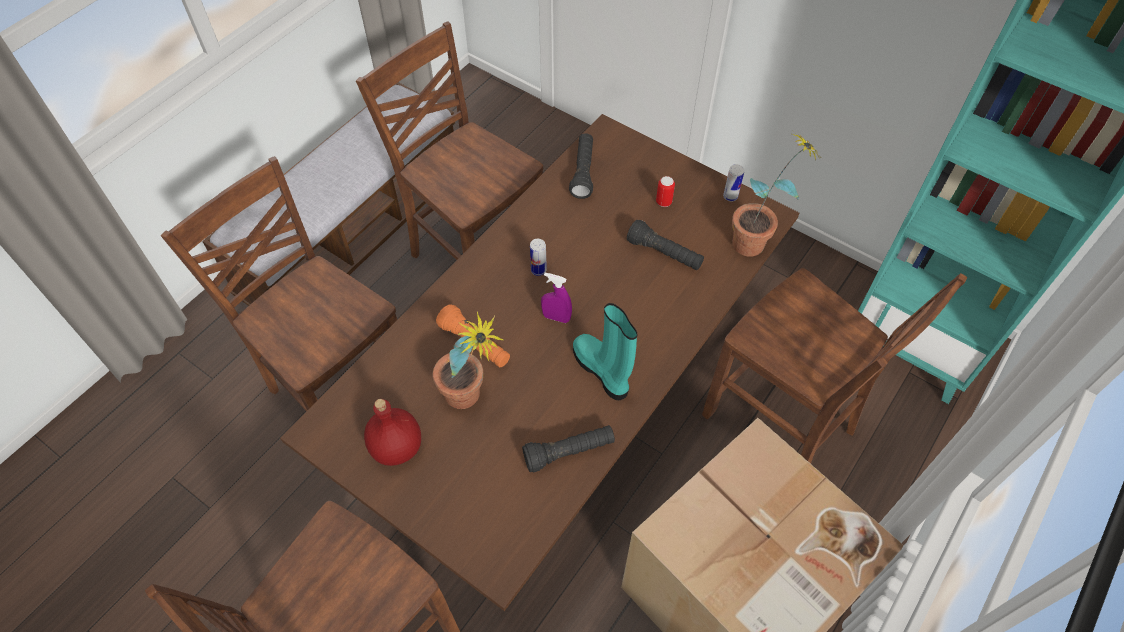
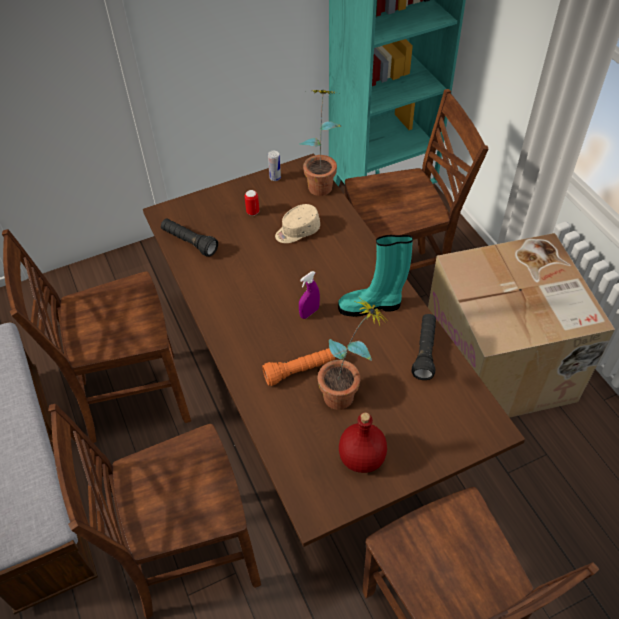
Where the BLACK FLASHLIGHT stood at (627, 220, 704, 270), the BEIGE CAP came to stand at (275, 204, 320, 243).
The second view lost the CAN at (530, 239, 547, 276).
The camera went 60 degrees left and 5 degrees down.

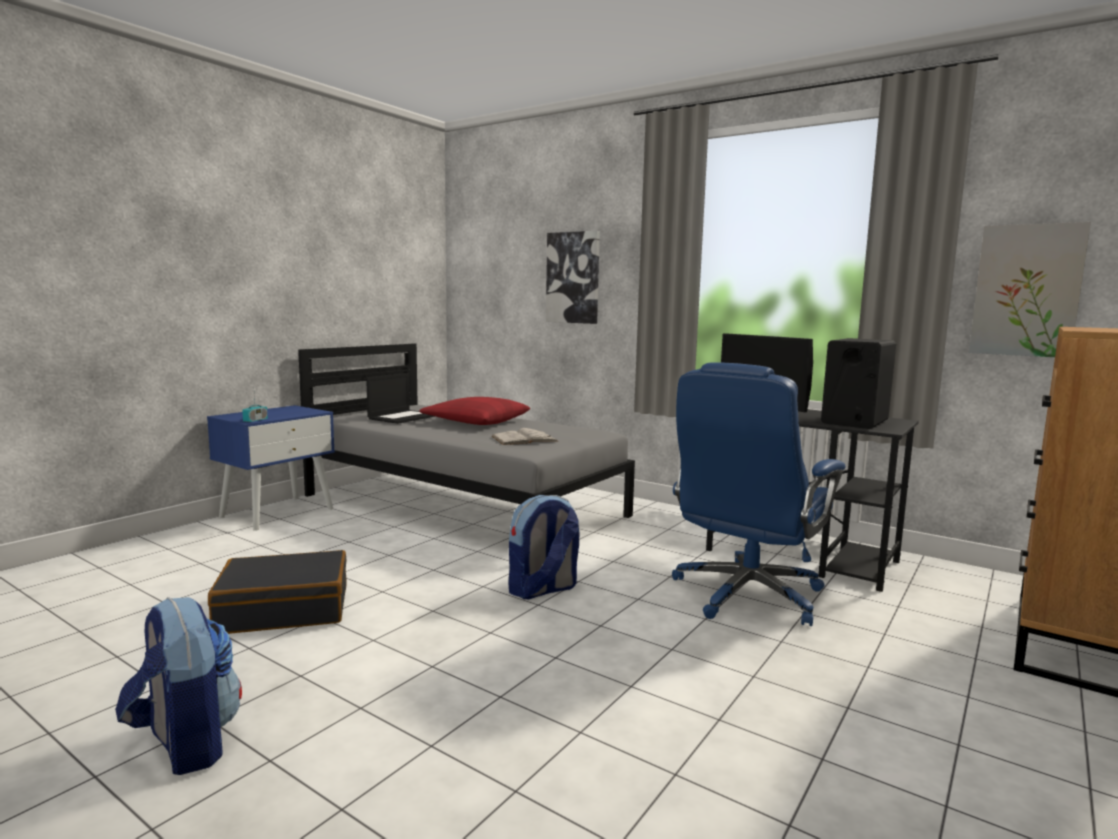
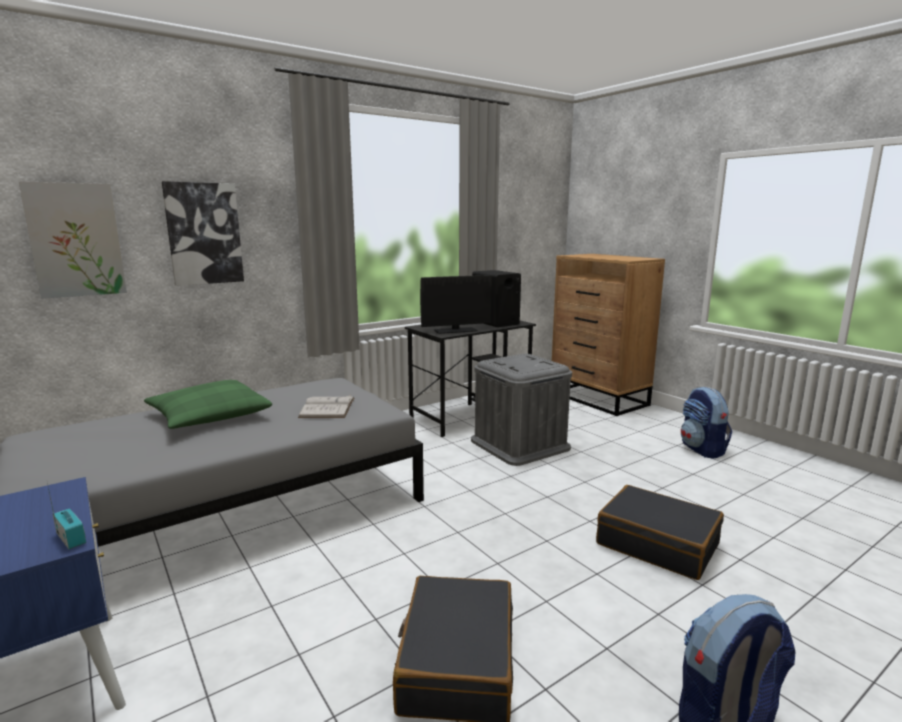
The PICTURE ended up elsewhere, having gone from (969, 222, 1091, 357) to (19, 181, 127, 299).
Where the BLUE OFFICE CHAIR stood at (672, 362, 846, 626), the GREY STORAGE BOX came to stand at (471, 354, 572, 466).
The second view lost the LAPTOP at (366, 373, 435, 424).
What was the RED PILLOW at (419, 397, 530, 425) turned into the GREEN PILLOW at (144, 380, 272, 429).
The BACKPACK ended up elsewhere, having gone from (508, 495, 579, 599) to (681, 387, 732, 459).
The second view gained the BLACK SUITCASE at (596, 485, 724, 580).
The camera went 70 degrees left and 5 degrees up.

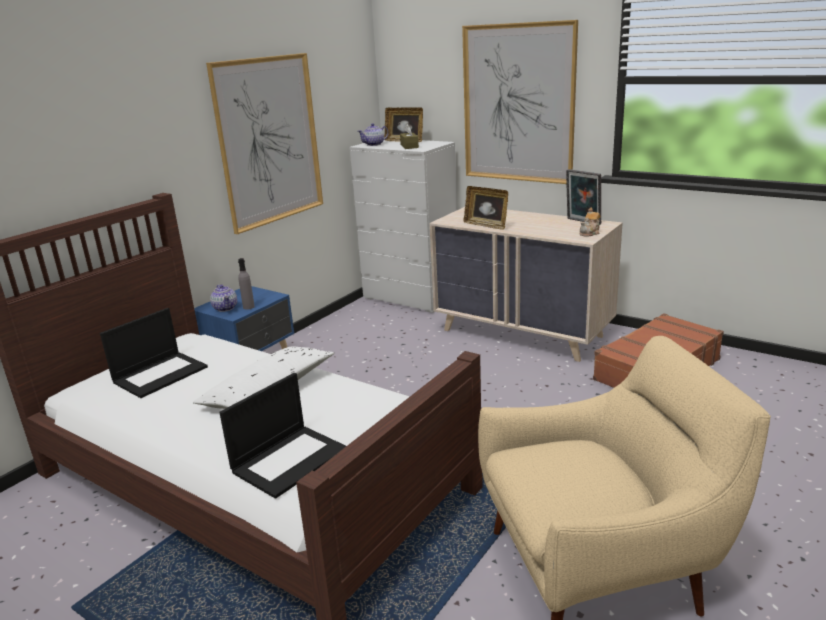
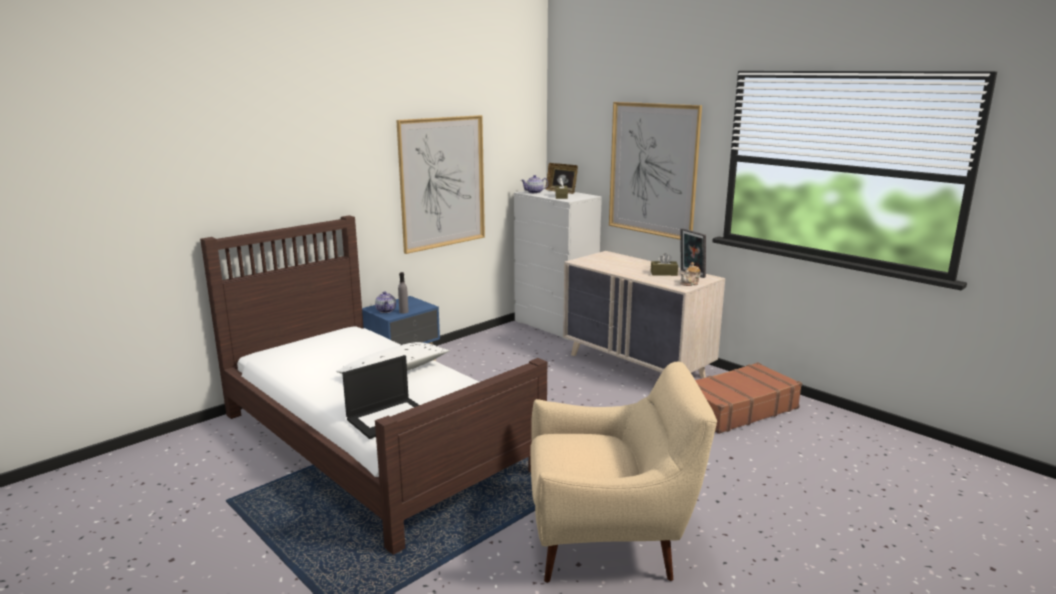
The second view lost the PICTURE FRAME at (464, 186, 508, 230).
The second view lost the LAPTOP at (100, 308, 208, 398).
The second view gained the BROWN TISSUE BOX at (651, 253, 678, 276).
The camera went 10 degrees right and 5 degrees down.

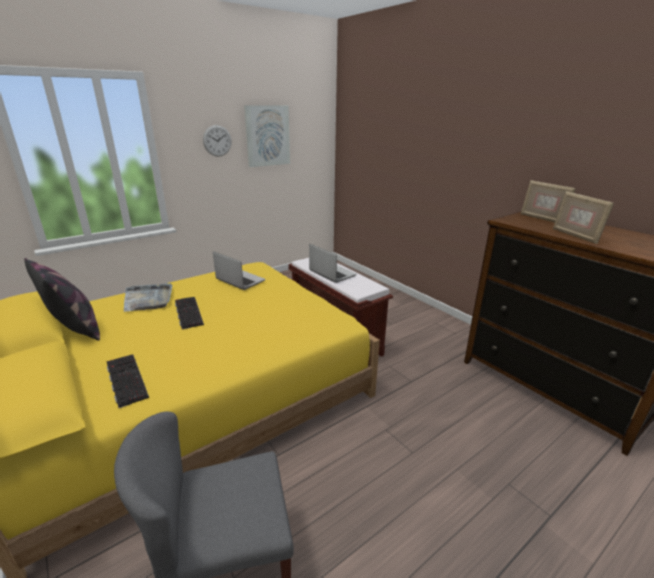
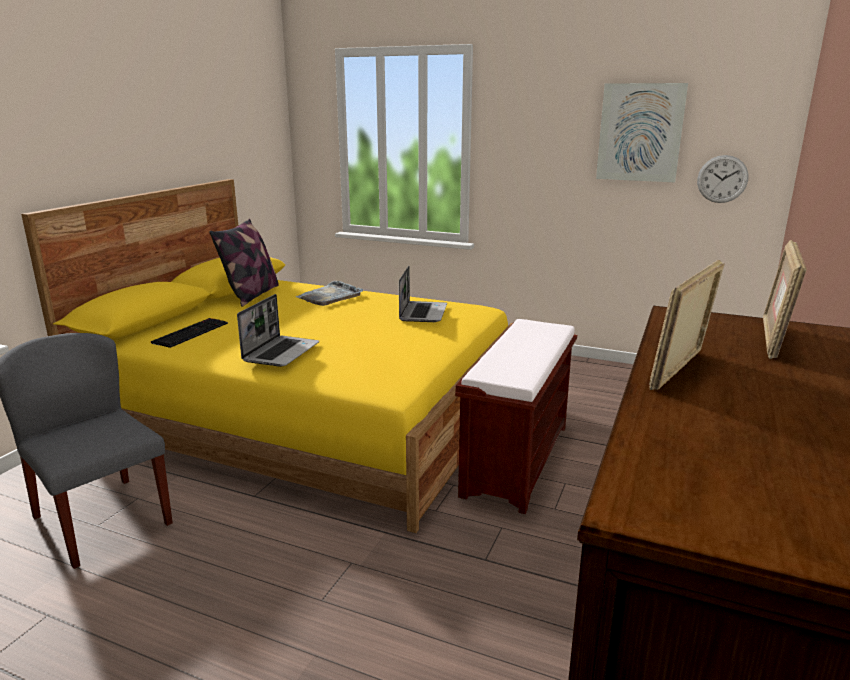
The WALL CLOCK ended up elsewhere, having gone from (203, 125, 231, 157) to (697, 155, 748, 203).
The LAPTOP ended up elsewhere, having gone from (309, 244, 357, 283) to (237, 294, 319, 367).
The second view lost the KEYBOARD at (175, 297, 204, 329).
The camera went 60 degrees right and 5 degrees down.

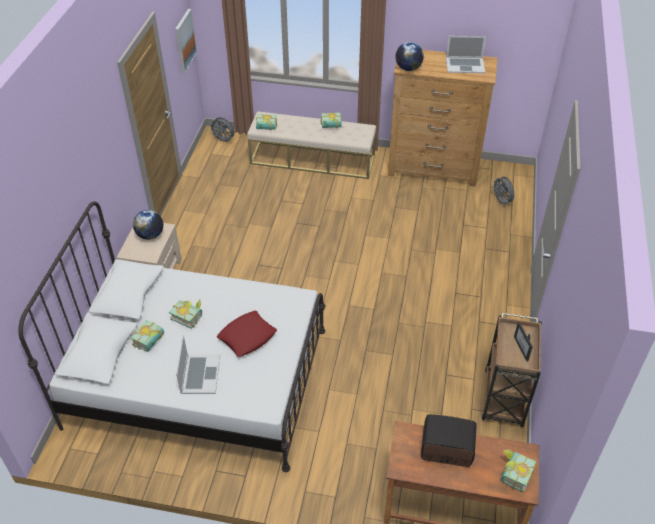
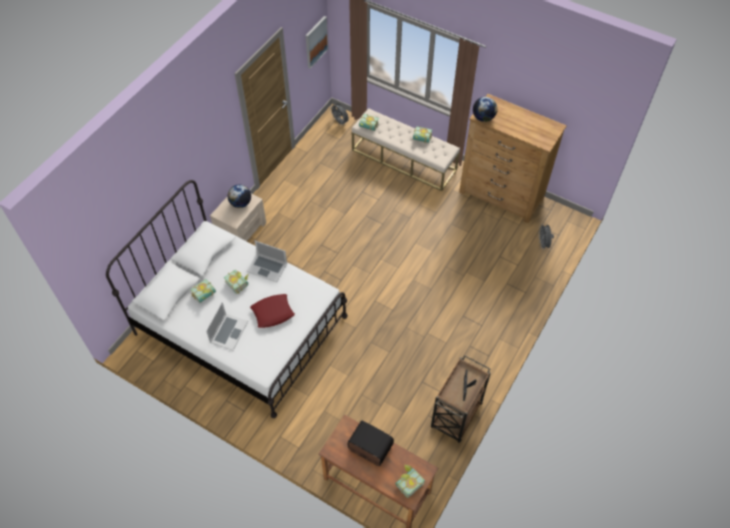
The LAPTOP ended up elsewhere, having gone from (446, 36, 486, 73) to (247, 241, 287, 282).
The camera went 20 degrees right and 10 degrees up.

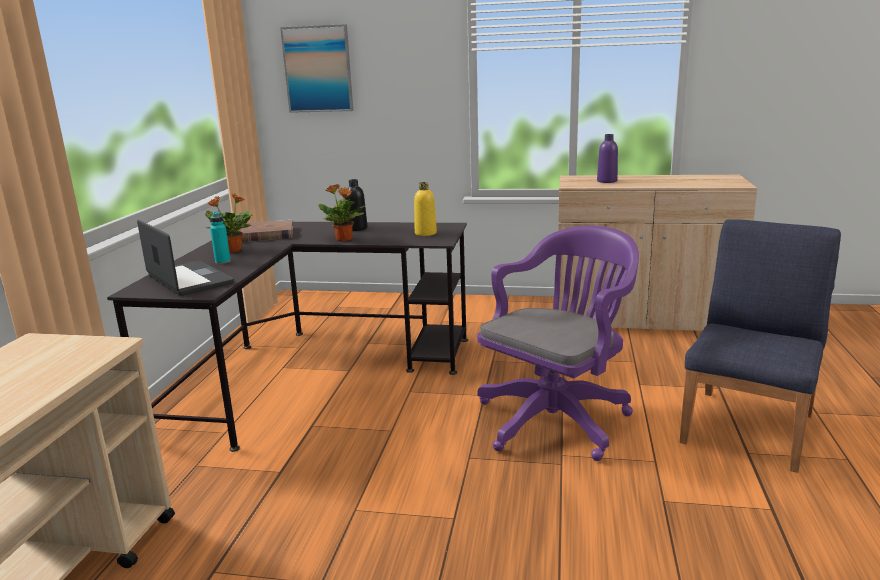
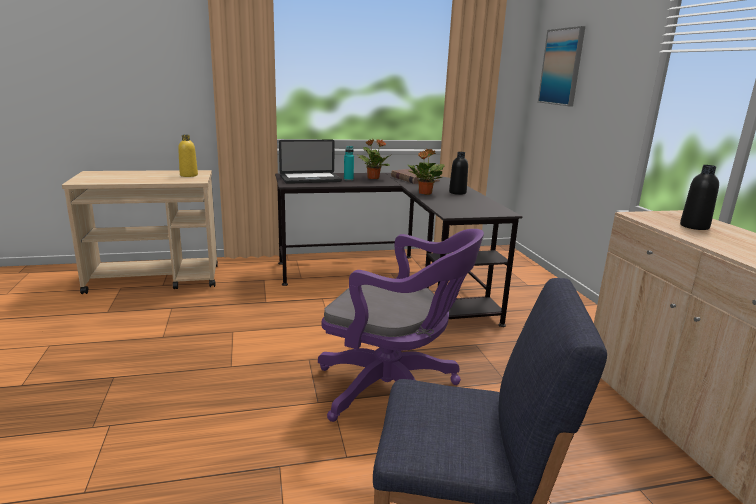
What was the PURPLE BOTTLE at (597, 134, 618, 183) turned into the BLACK BOTTLE at (680, 165, 719, 230).
The YELLOW BOTTLE ended up elsewhere, having gone from (414, 182, 437, 236) to (178, 135, 198, 177).
The LAPTOP at (137, 219, 234, 296) ended up facing another way, 45 degrees clockwise from before.
The camera went 65 degrees right and 0 degrees up.

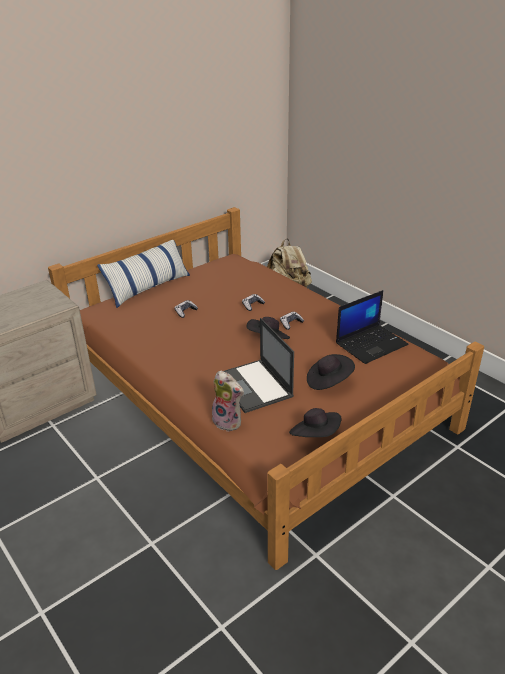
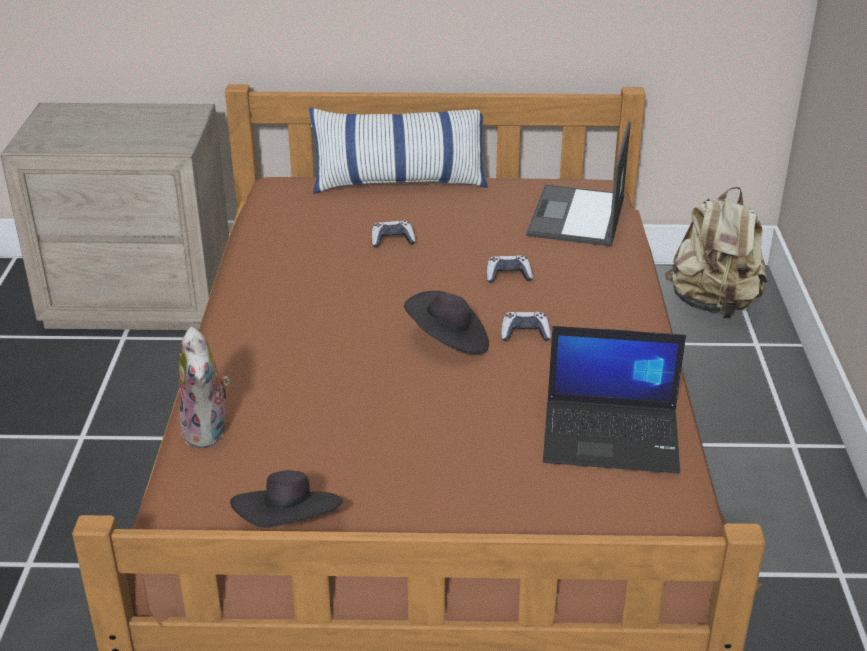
The LAPTOP ended up elsewhere, having gone from (224, 318, 294, 413) to (526, 120, 631, 246).
The second view lost the BLACK HAT at (307, 354, 355, 390).
The camera went 40 degrees right and 0 degrees up.

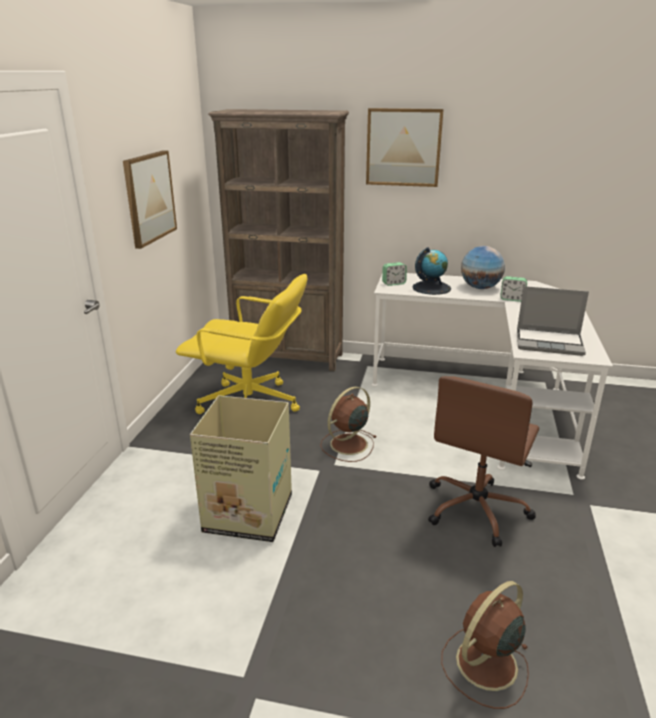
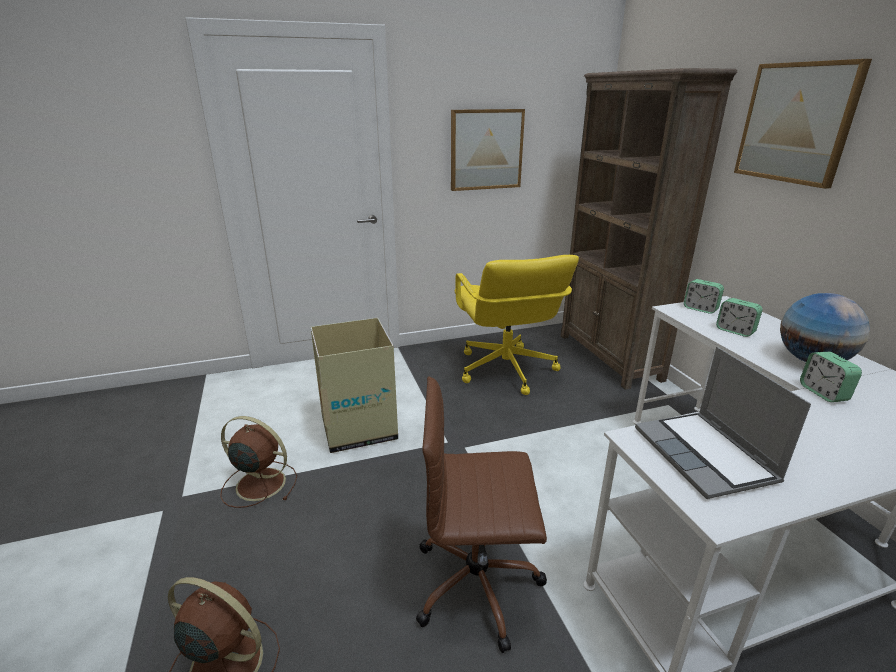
Where the GLOBE stood at (412, 247, 451, 295), the ALARM CLOCK came to stand at (716, 298, 763, 337).
The BROWN FAN ended up elsewhere, having gone from (320, 387, 376, 462) to (220, 416, 297, 508).
The camera went 60 degrees right and 0 degrees up.

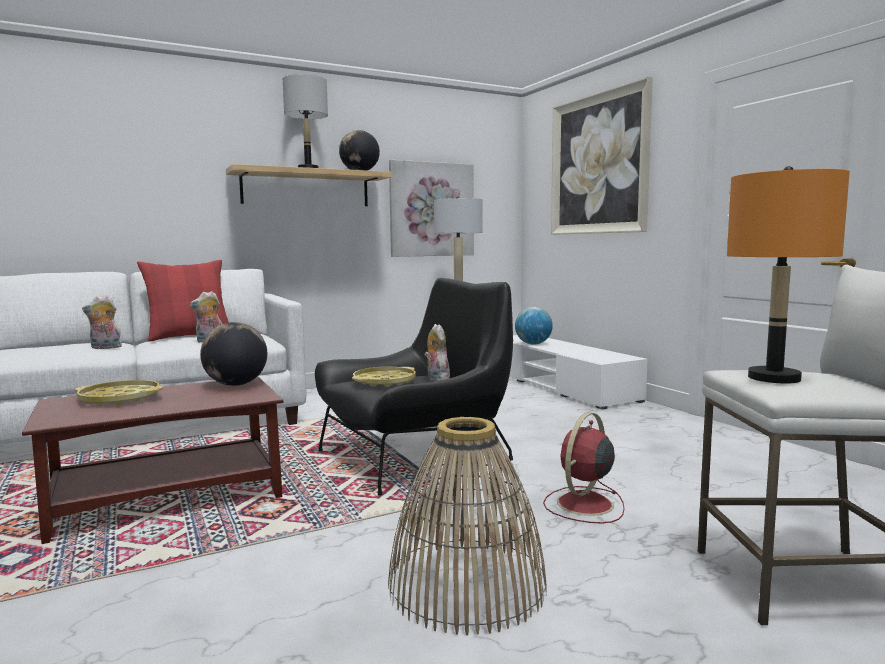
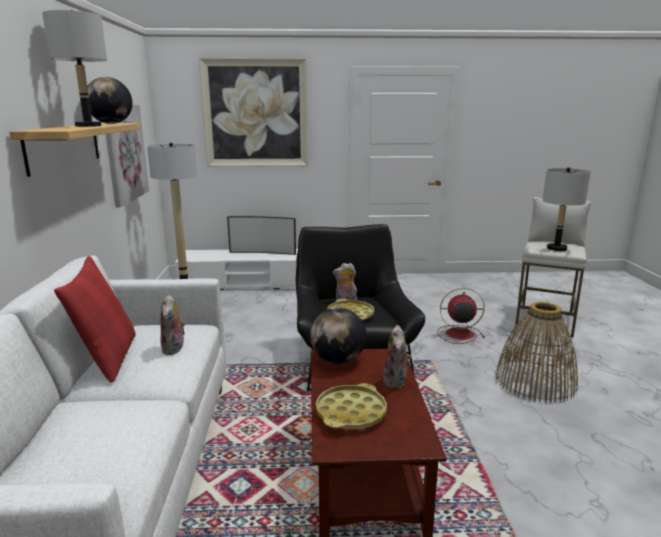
What was the ORANGE TABLE LAMP at (727, 166, 850, 384) turned into the GREY TABLE LAMP at (542, 167, 591, 251).
The PLUSH TOY ended up elsewhere, having gone from (82, 295, 123, 349) to (384, 325, 412, 389).
The second view lost the GLOBE at (515, 307, 553, 345).
The RED FAN at (543, 412, 625, 524) ended up facing another way, 120 degrees clockwise from before.
The second view gained the TELEVISION at (227, 216, 296, 255).
The camera went 65 degrees left and 10 degrees up.

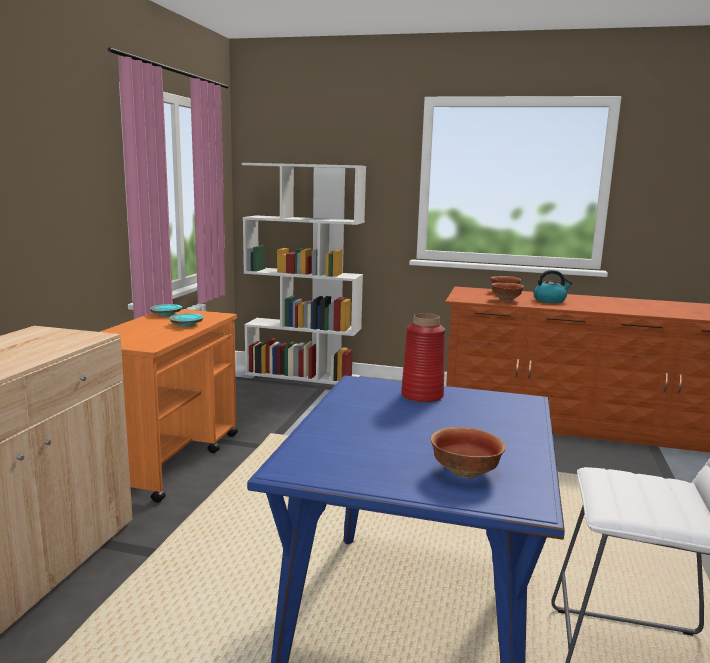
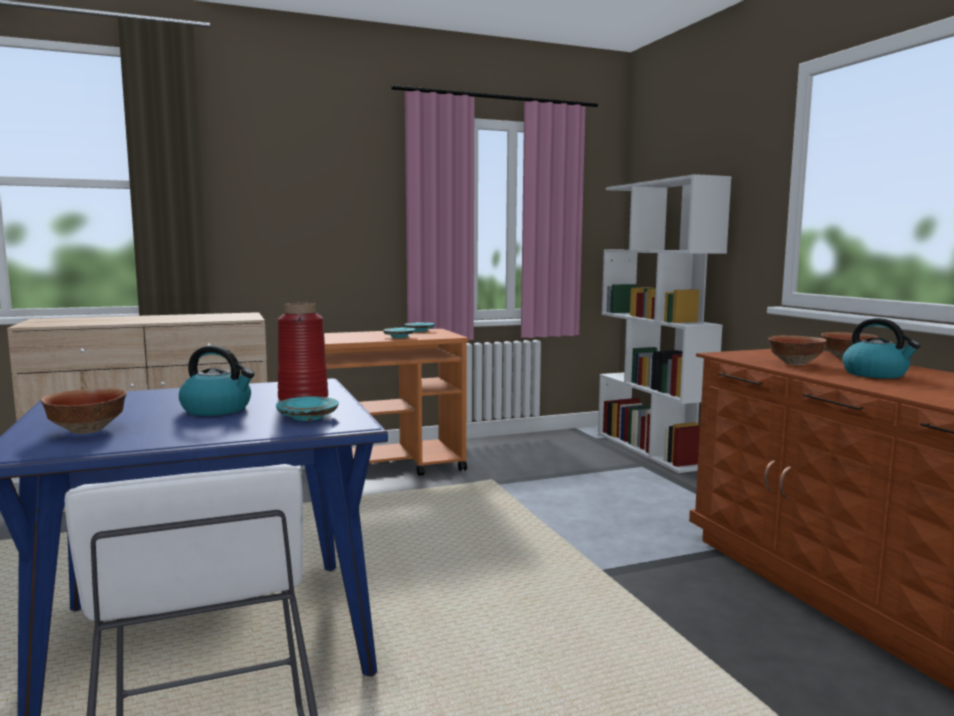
The second view gained the KETTLE at (179, 345, 254, 416).
The second view gained the TURQUOISE PLATE at (276, 396, 339, 421).
The camera went 55 degrees right and 5 degrees down.

